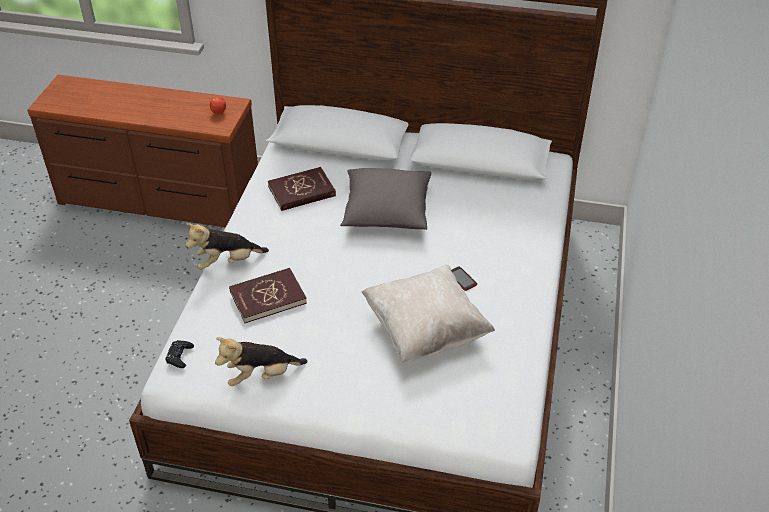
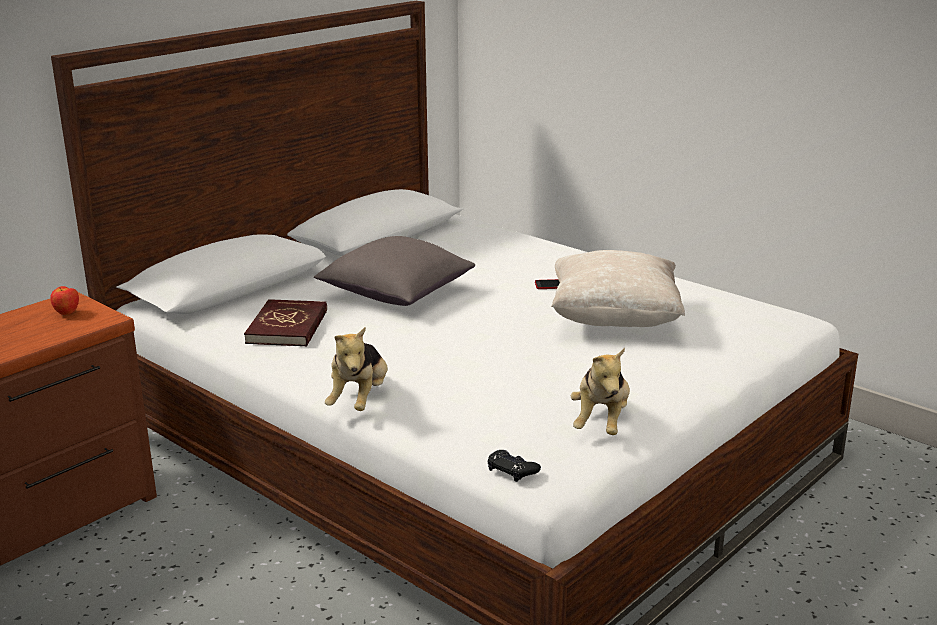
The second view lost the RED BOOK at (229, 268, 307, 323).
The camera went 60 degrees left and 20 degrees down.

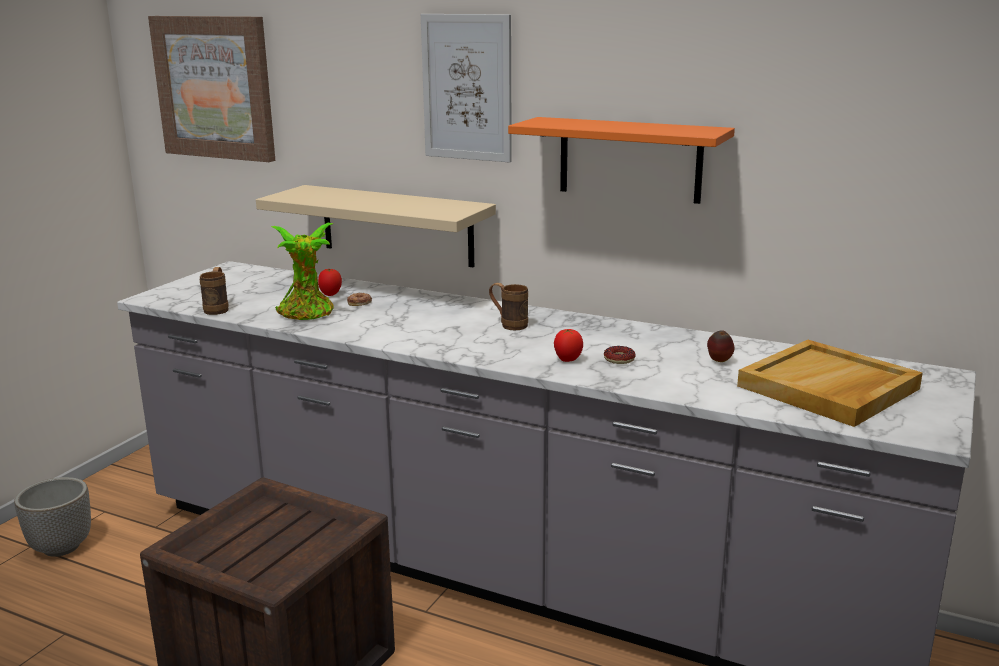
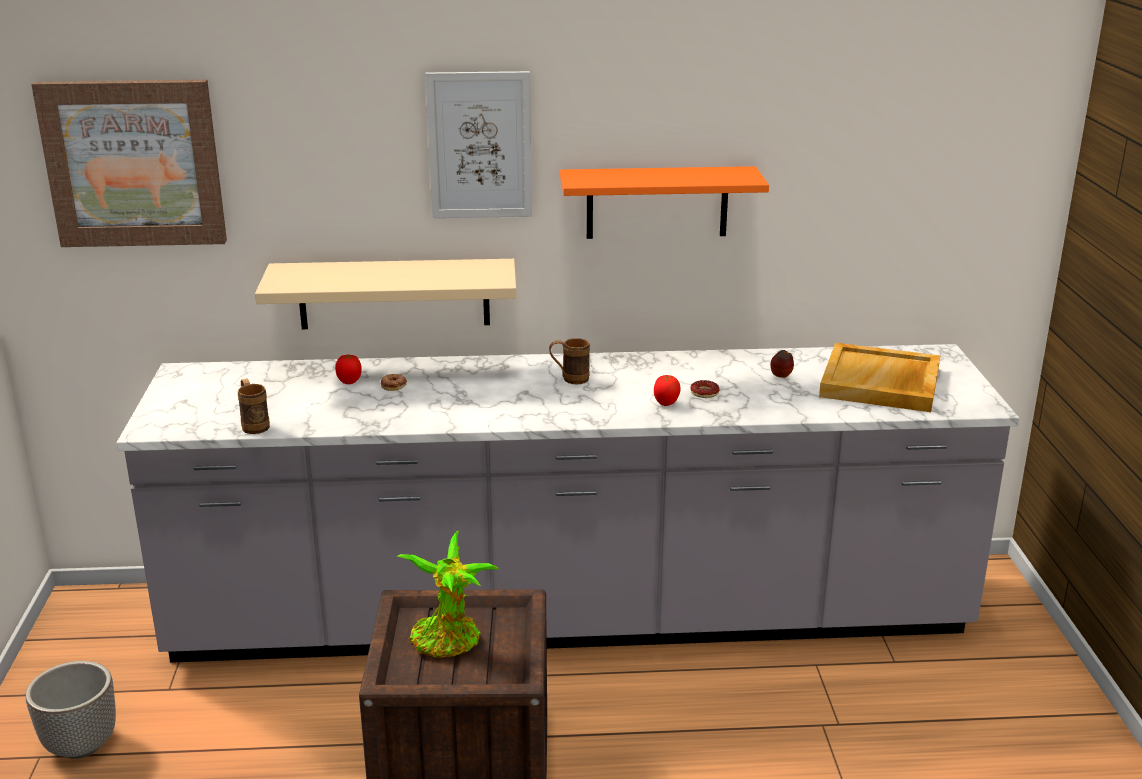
The POTTED PLANT ended up elsewhere, having gone from (271, 223, 334, 320) to (397, 531, 499, 658).
The camera went 30 degrees left and 5 degrees up.

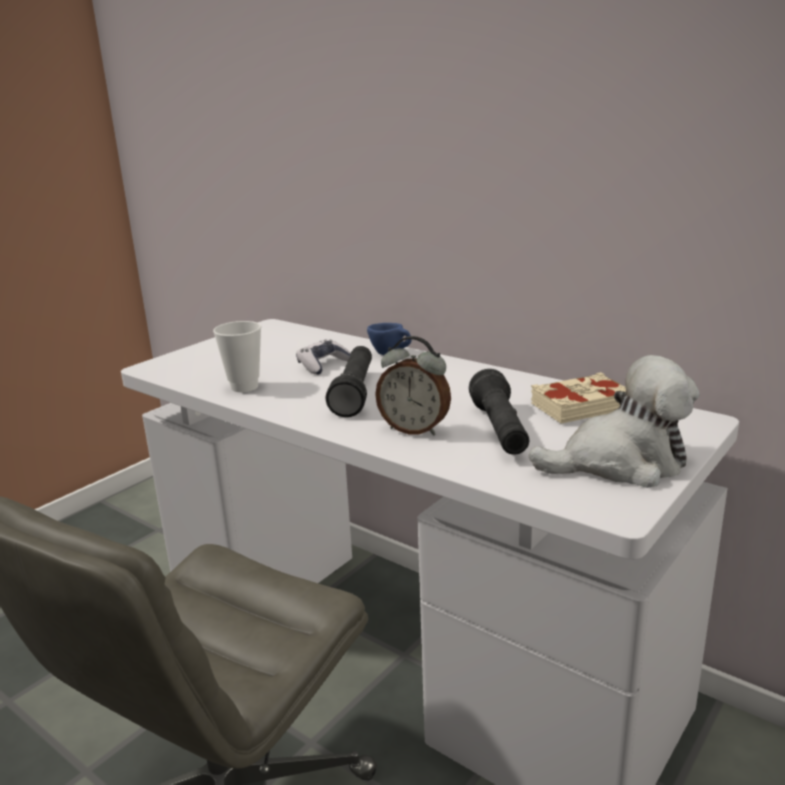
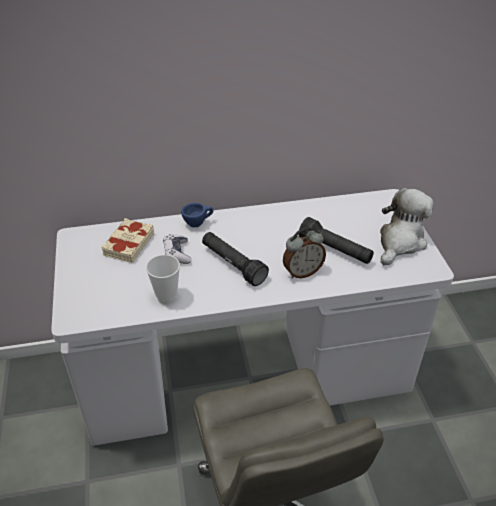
The BEIGE BOOK ended up elsewhere, having gone from (531, 372, 626, 424) to (101, 218, 154, 263).
The camera went 50 degrees left and 20 degrees up.

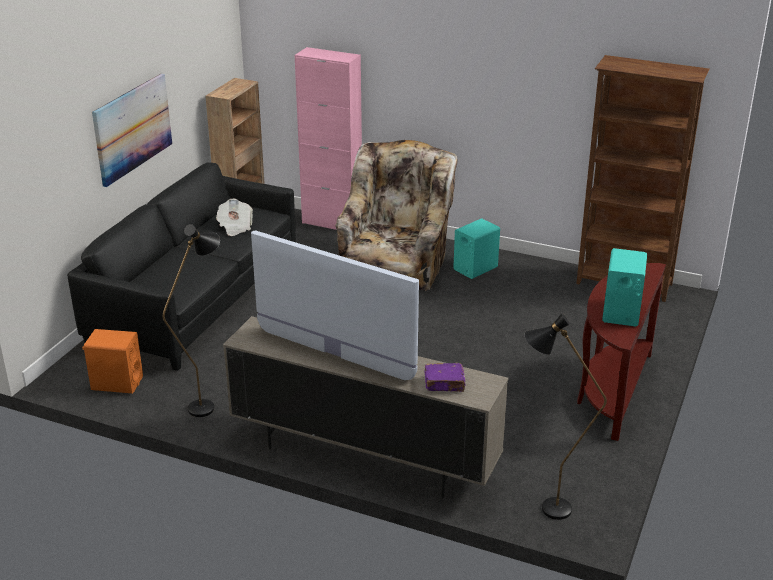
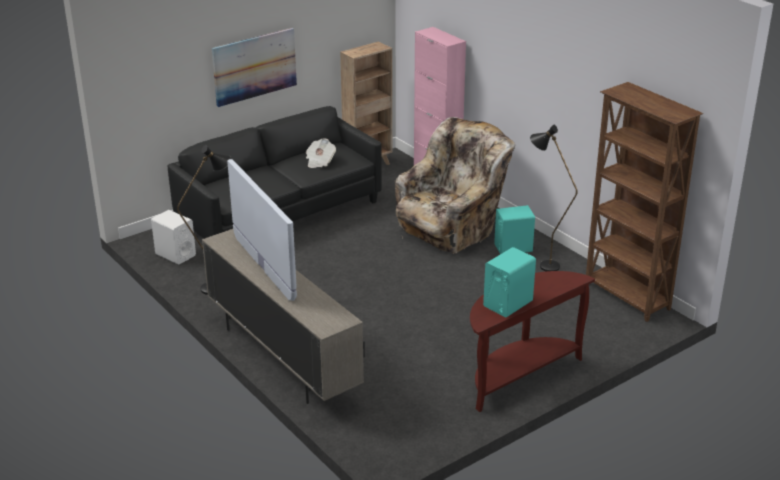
The BLACK FLOOR LAMP ended up elsewhere, having gone from (525, 313, 607, 520) to (530, 125, 578, 271).
What was the ORANGE SPEAKER at (82, 329, 143, 393) turned into the WHITE SPEAKER at (151, 210, 196, 265).
The second view lost the PURPLE BOOK at (424, 363, 466, 392).
The camera went 30 degrees right and 0 degrees up.

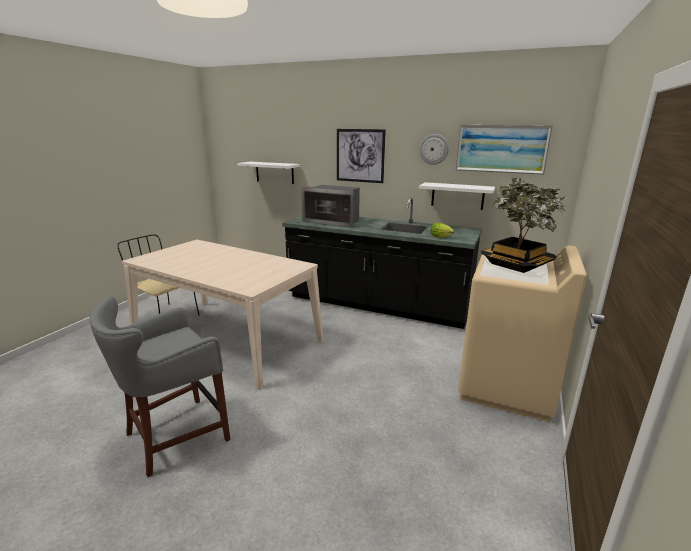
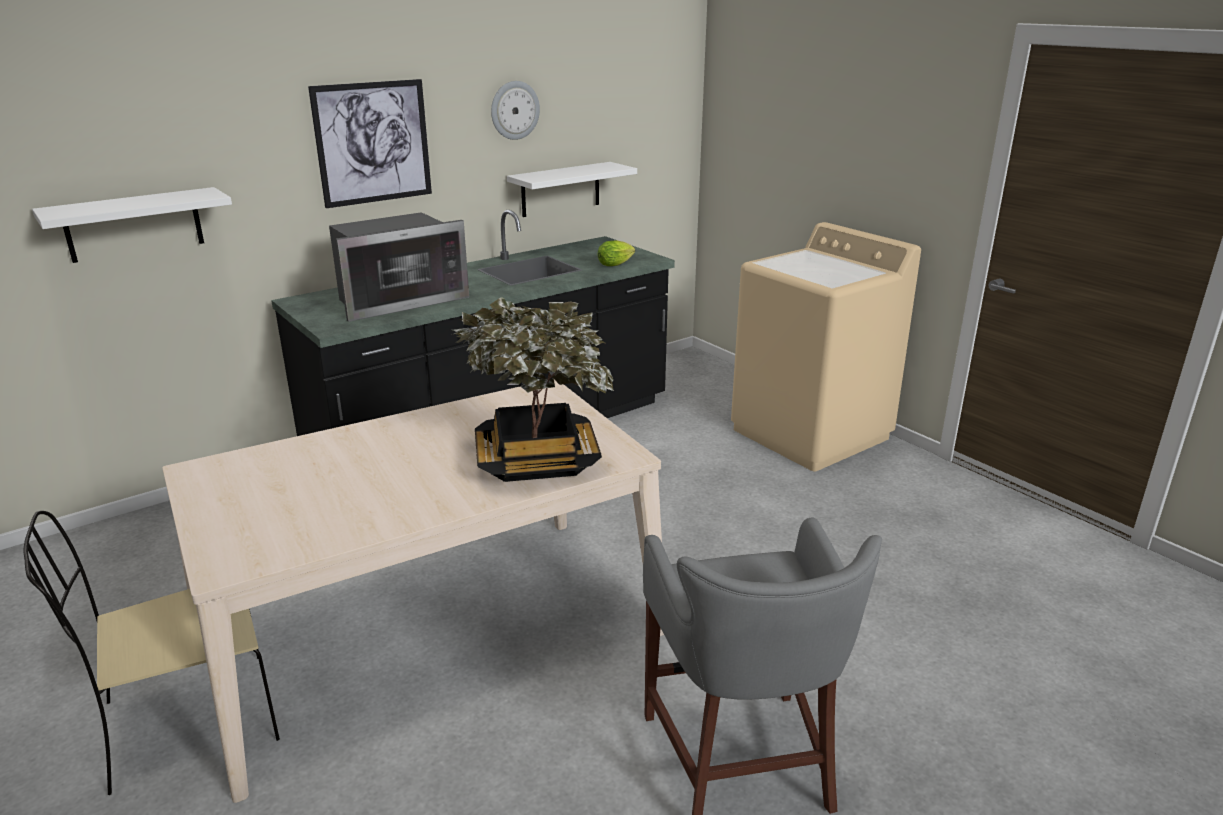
The second view lost the PICTURE at (456, 125, 553, 175).
The POTTED PLANT ended up elsewhere, having gone from (481, 177, 568, 273) to (451, 297, 614, 482).
The camera went 60 degrees left and 5 degrees up.

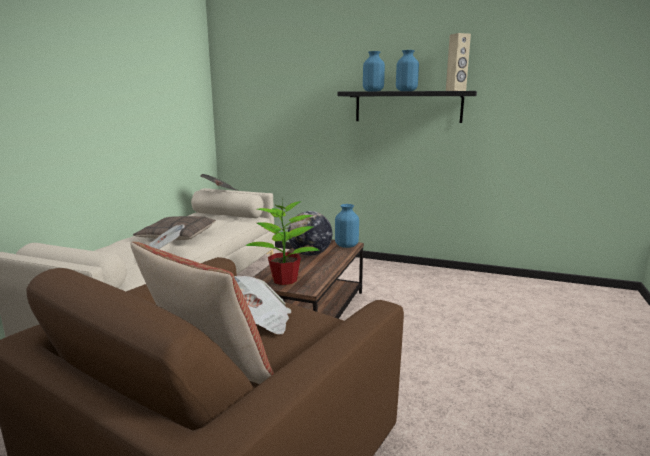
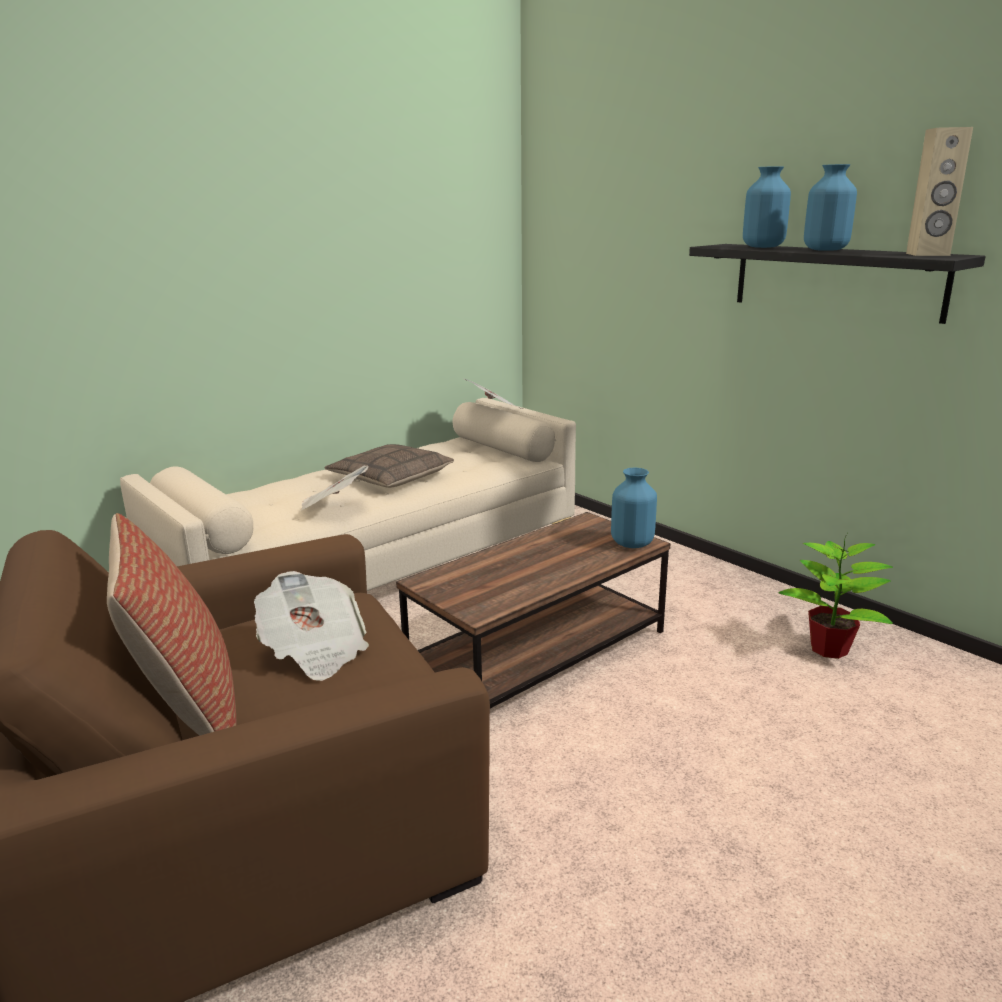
The POTTED PLANT ended up elsewhere, having gone from (246, 197, 320, 285) to (779, 534, 893, 659).
The second view lost the GLOBE at (288, 211, 332, 256).
The camera went 30 degrees right and 5 degrees up.

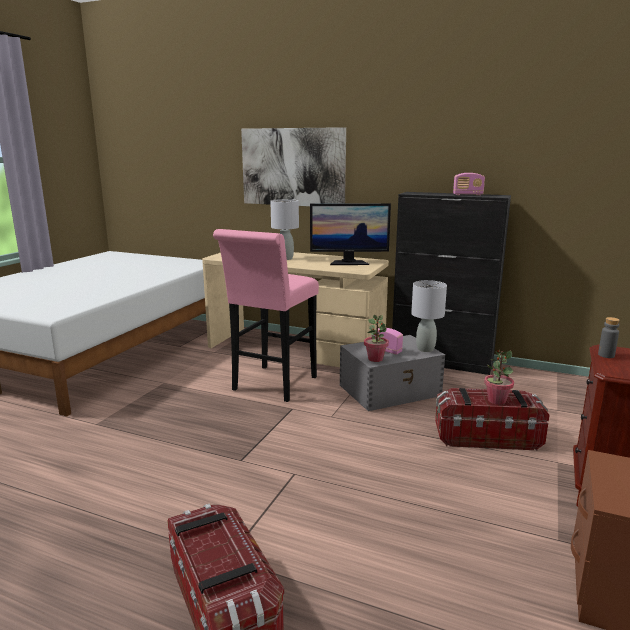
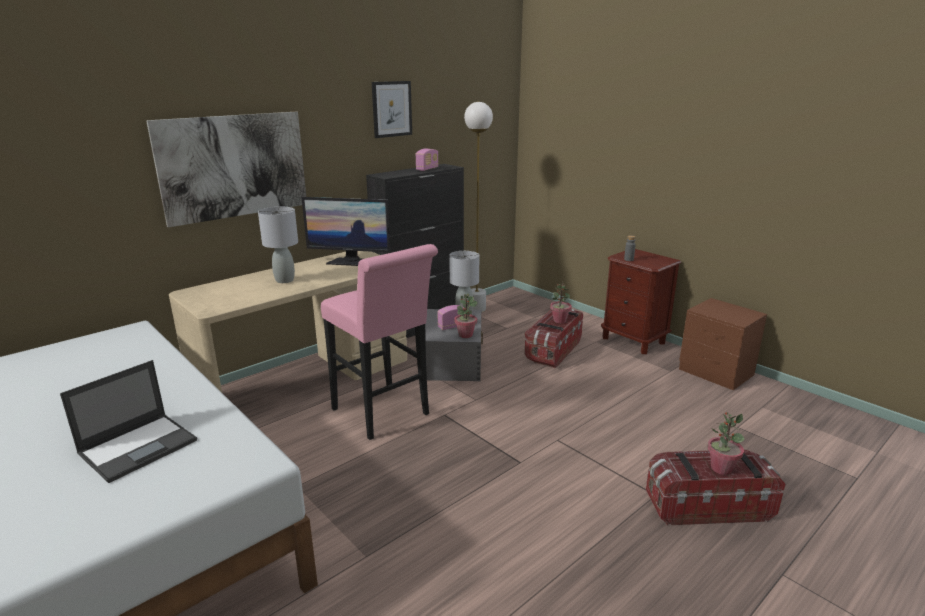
The MONITOR at (310, 203, 391, 265) ended up facing another way, 75 degrees clockwise from before.
The second view gained the PICTURE at (372, 81, 412, 138).
The second view gained the WHITE FLOOR LAMP at (464, 102, 493, 312).
The second view gained the LAPTOP at (60, 360, 197, 483).
The second view gained the POTTED PLANT at (707, 412, 744, 475).
The camera went 65 degrees left and 5 degrees up.

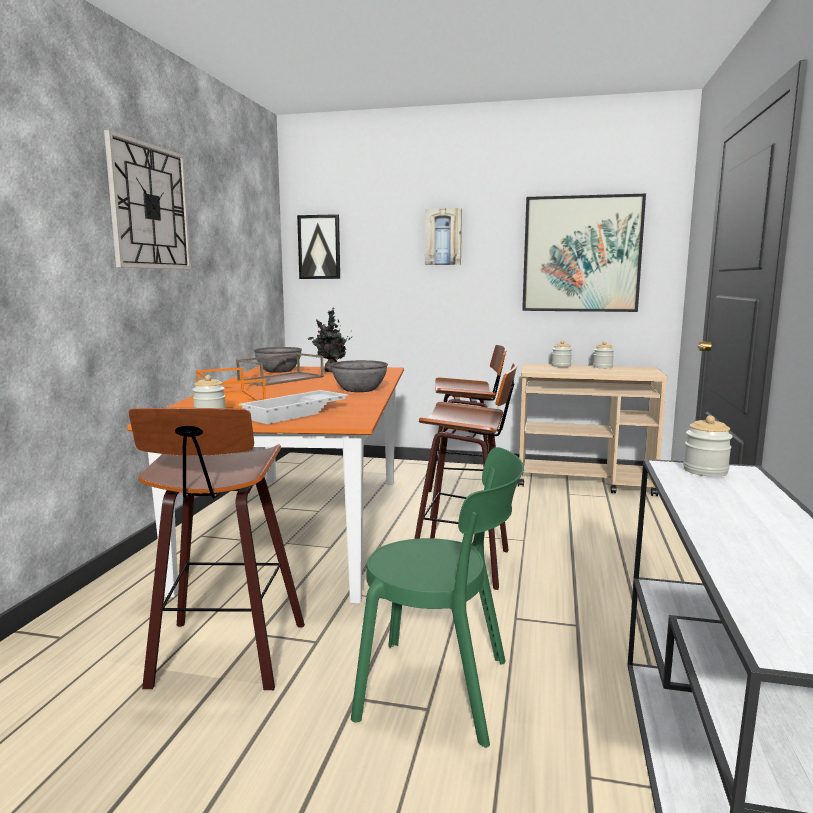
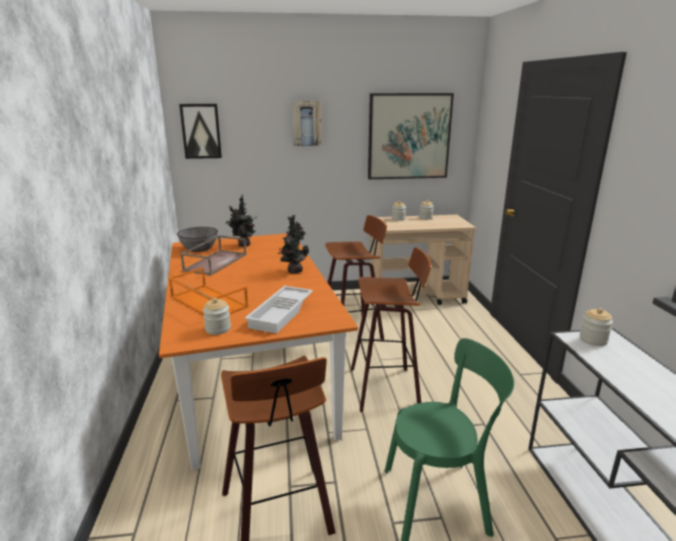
The second view lost the WALL CLOCK at (104, 130, 191, 269).
Where the GREY BOWL stood at (330, 360, 388, 392), the POTTED PLANT came to stand at (278, 215, 309, 274).
The camera went 20 degrees left and 10 degrees up.

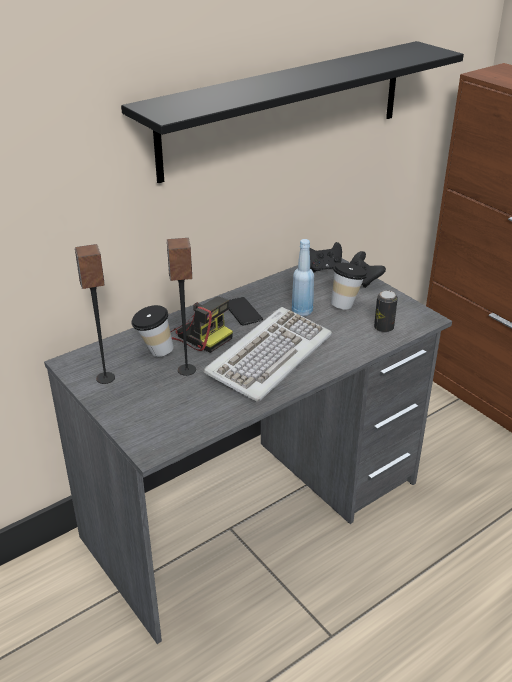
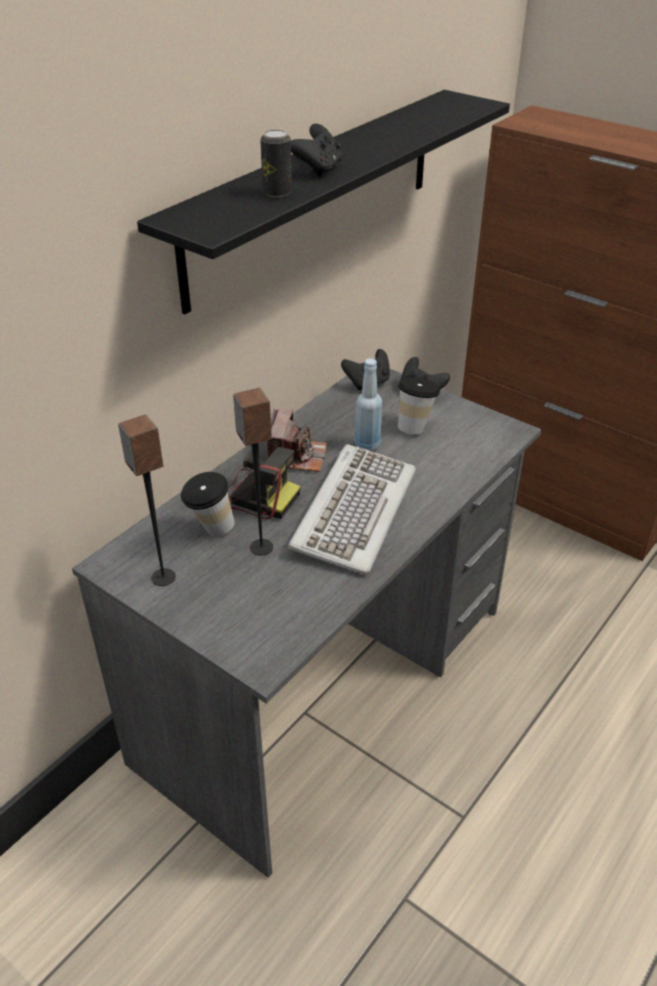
The CAN ended up elsewhere, having gone from (374, 290, 398, 333) to (260, 130, 292, 198).
Where the PHONE stood at (228, 297, 263, 325), the PHOTO CAMERA came to stand at (267, 408, 327, 472).
The second view gained the BLACK GAME CONTROLLER at (291, 124, 342, 177).
The camera went 15 degrees left and 5 degrees up.

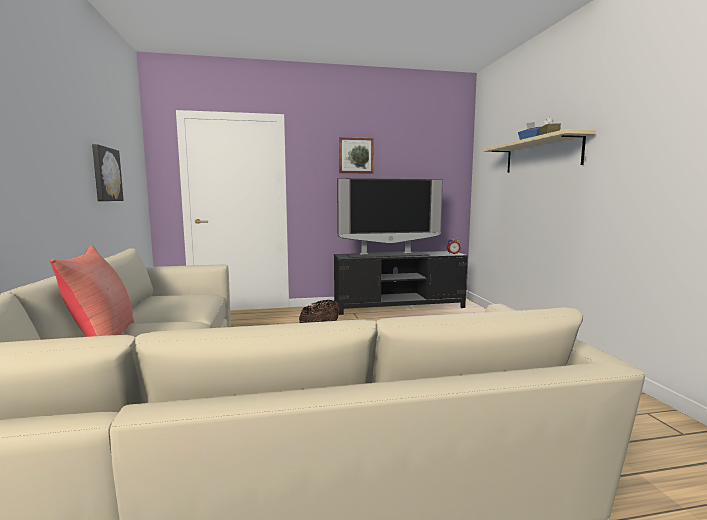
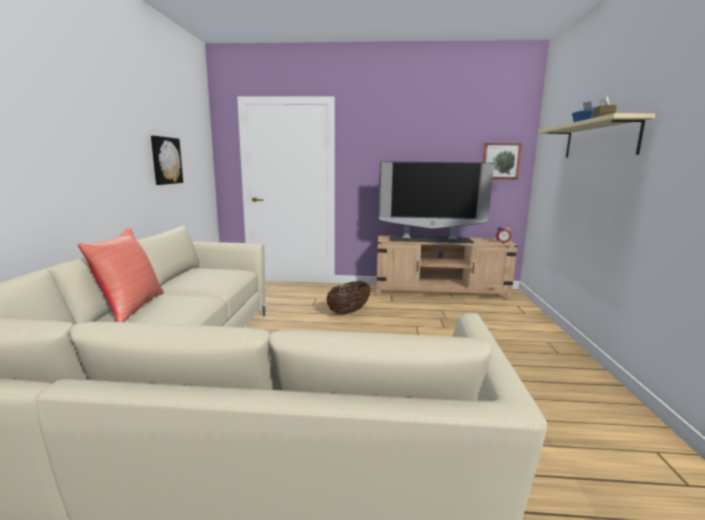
The PICTURE ended up elsewhere, having gone from (339, 137, 374, 174) to (483, 143, 522, 179).
What was the BLACK TV STAND at (334, 251, 468, 315) turned into the BEIGE TV STAND at (376, 235, 518, 300).
The camera went 15 degrees right and 5 degrees up.

